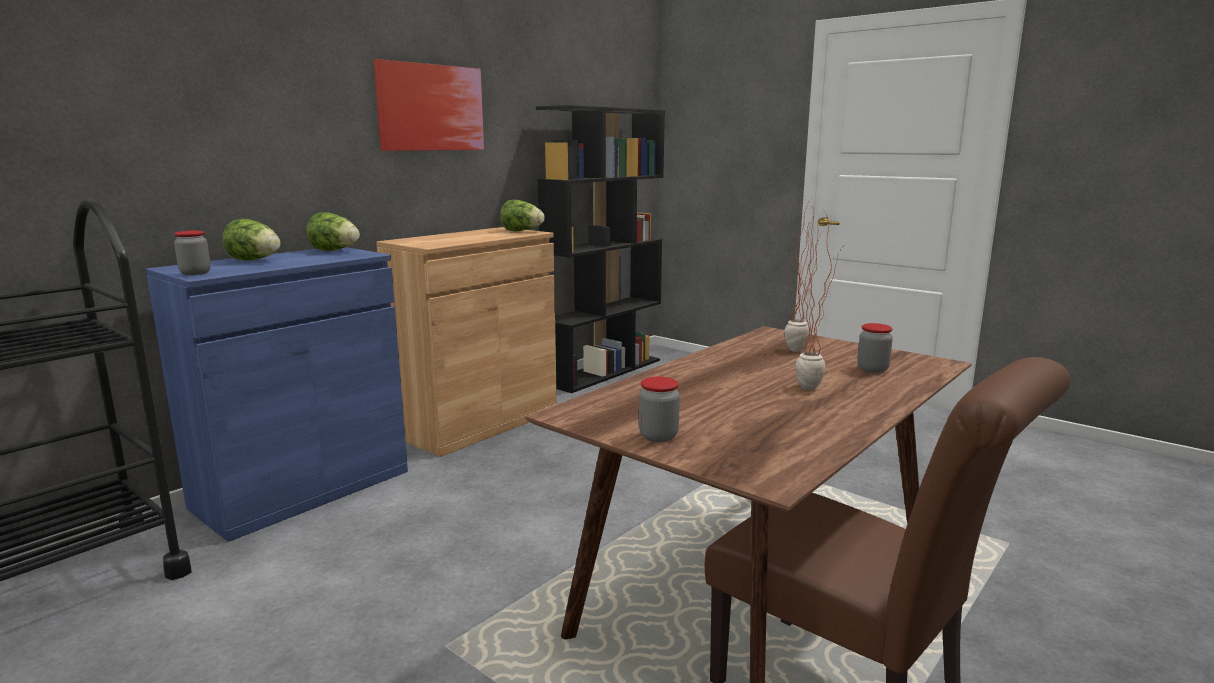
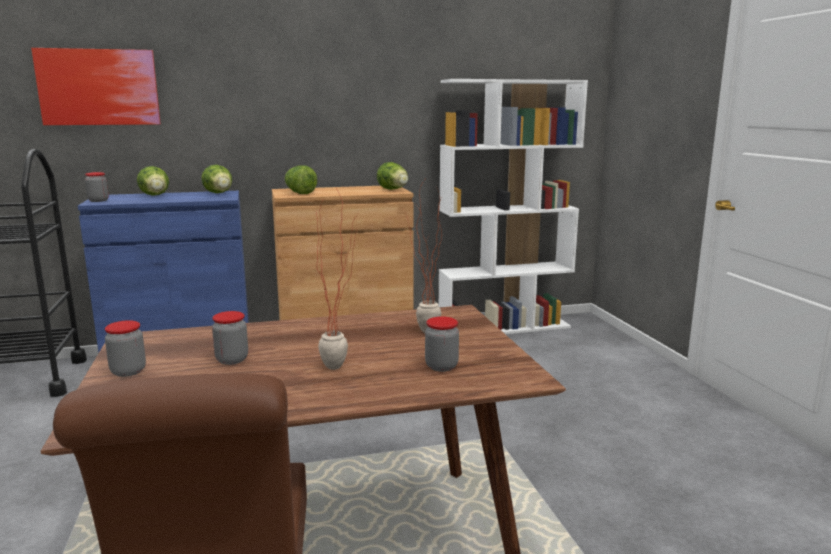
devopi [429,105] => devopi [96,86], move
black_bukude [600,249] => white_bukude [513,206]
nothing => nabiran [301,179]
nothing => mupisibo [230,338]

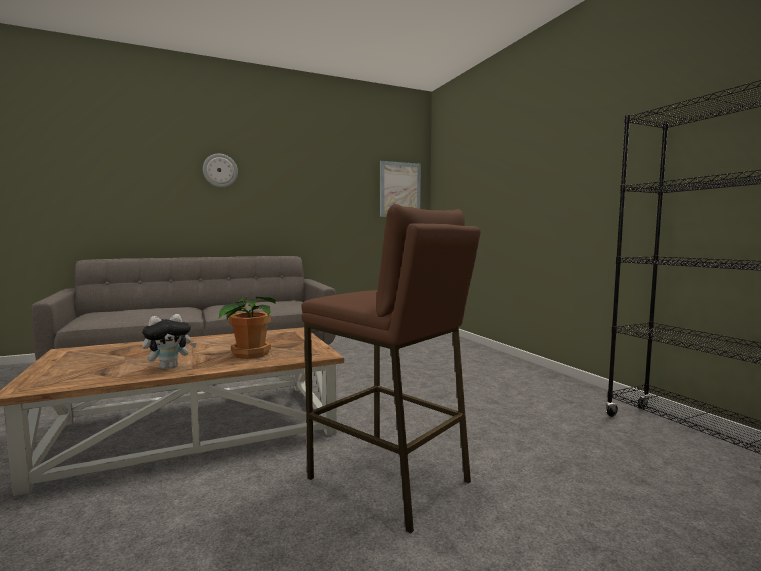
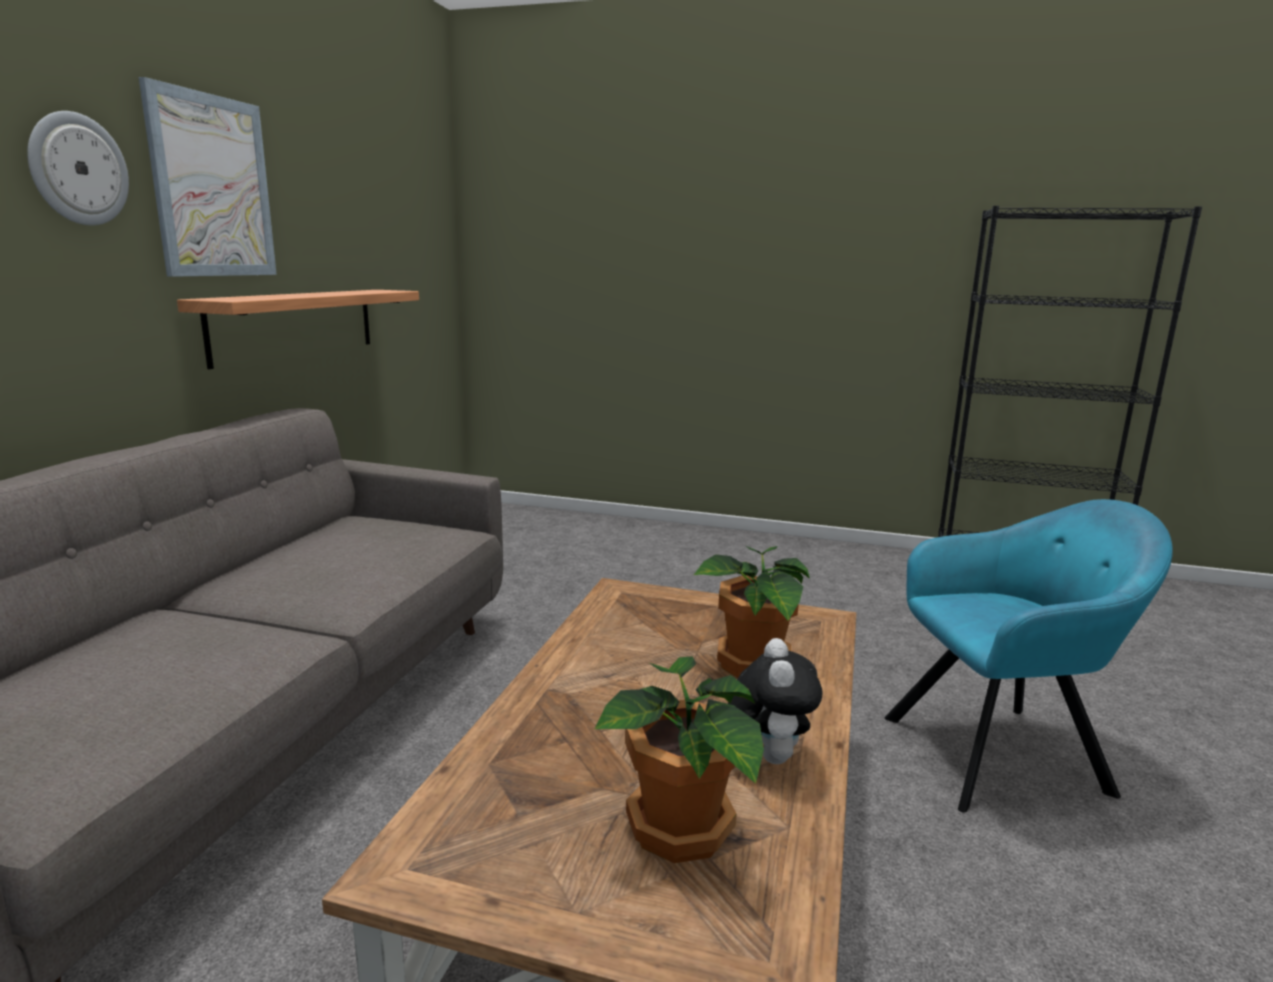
devopi [400,189] => devopi [207,177], move
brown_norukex [391,369] => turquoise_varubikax [1029,655]
nothing => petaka [298,329]
nothing => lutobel [679,759]

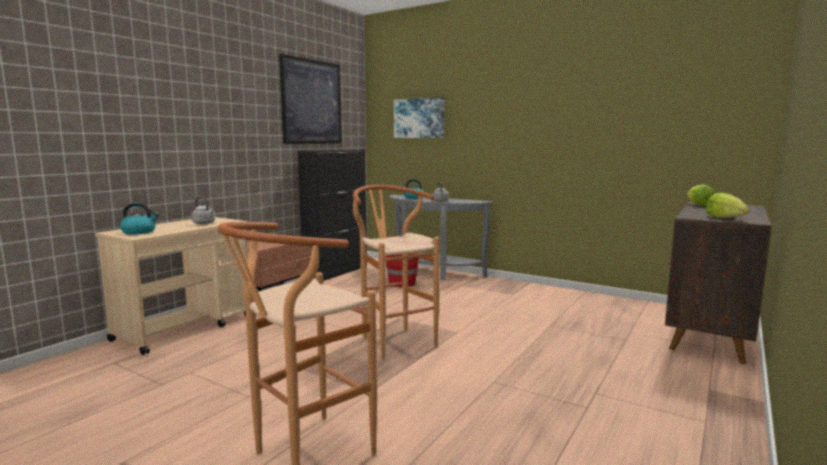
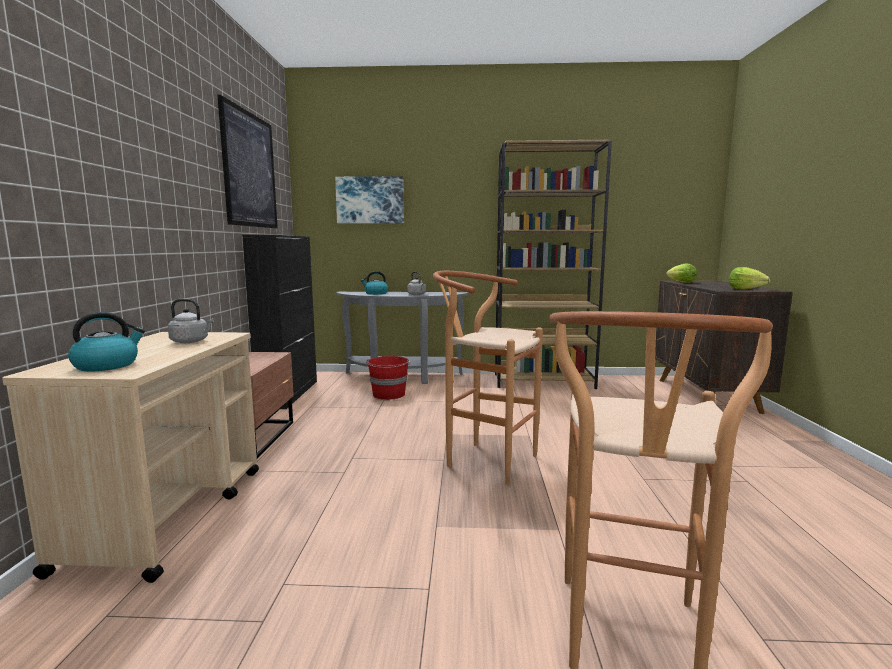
nothing => brown_bukude [553,264]

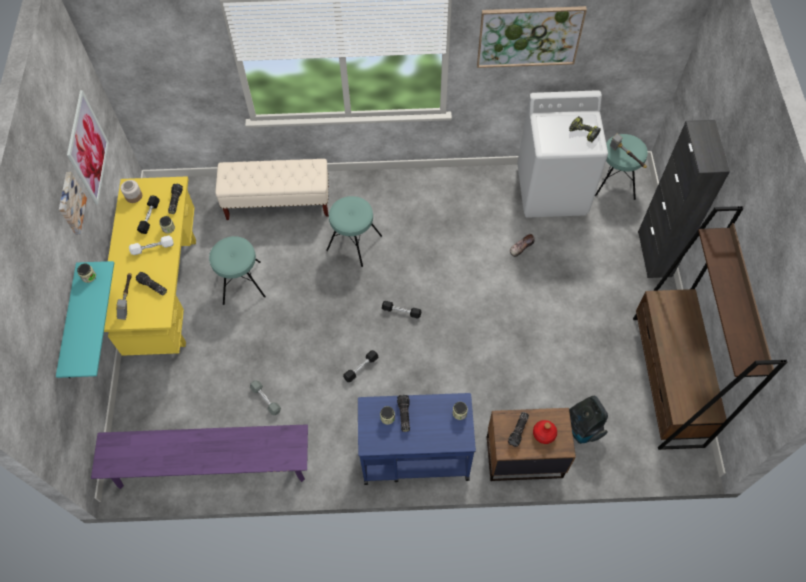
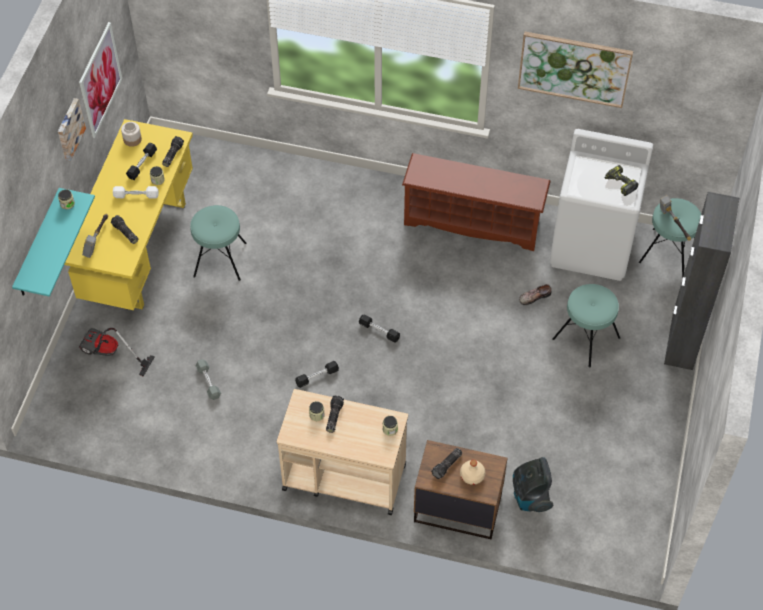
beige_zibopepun [272,189] => nothing
turquoise_norukex [354,231] => turquoise_norukex [586,326], move
brown_bukude [710,328] => nothing
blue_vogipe [417,439] => beige_vogipe [342,452]
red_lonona [545,432] => beige_lonona [472,472]
purple_zibopepun [199,456] => nothing
nothing => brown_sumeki [476,202]
nothing => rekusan [117,352]

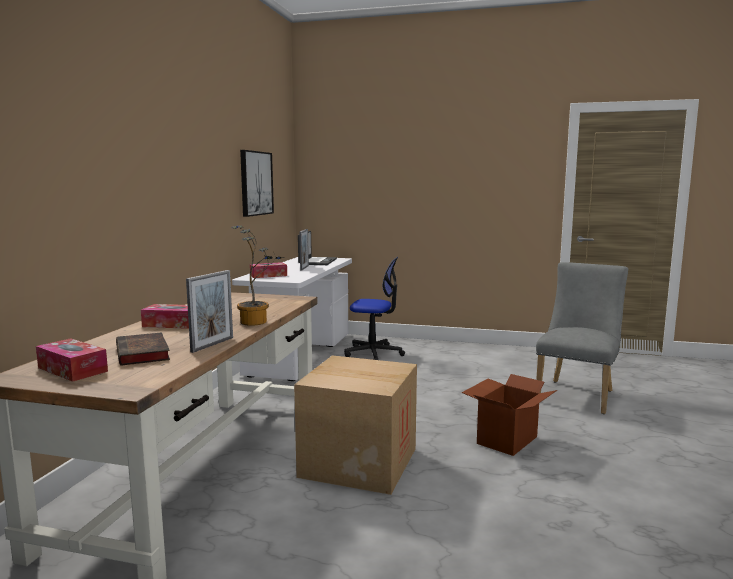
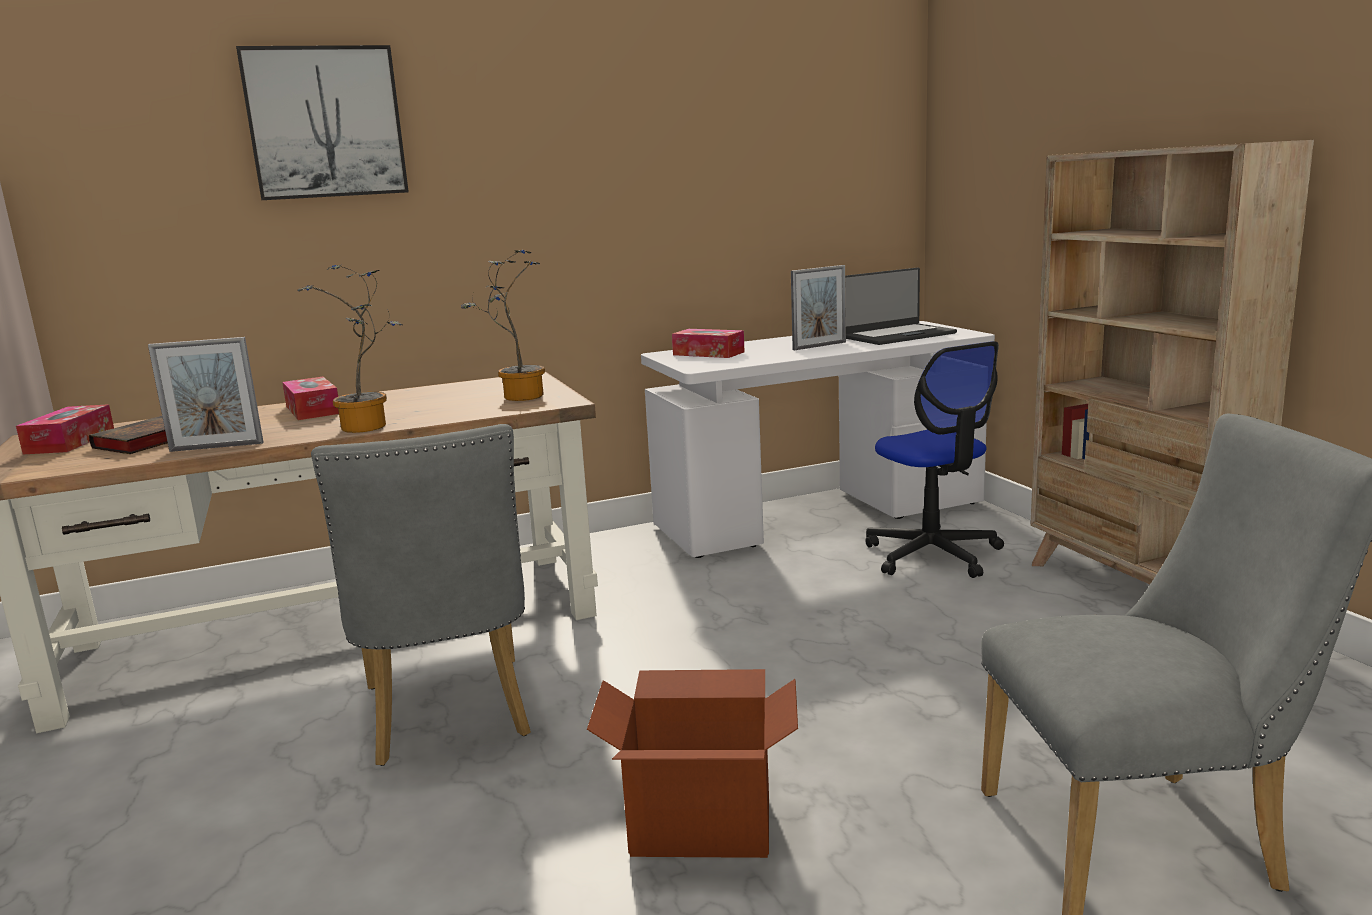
devopi [257,183] => devopi [322,122], move
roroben [355,425] => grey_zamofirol [421,595]
nothing => beige_bukude [1172,362]
nothing => lutobel [503,325]

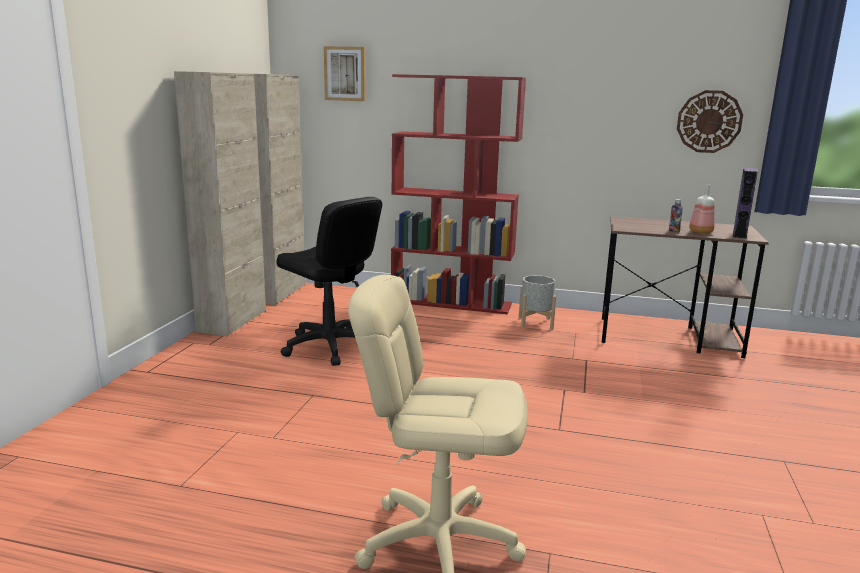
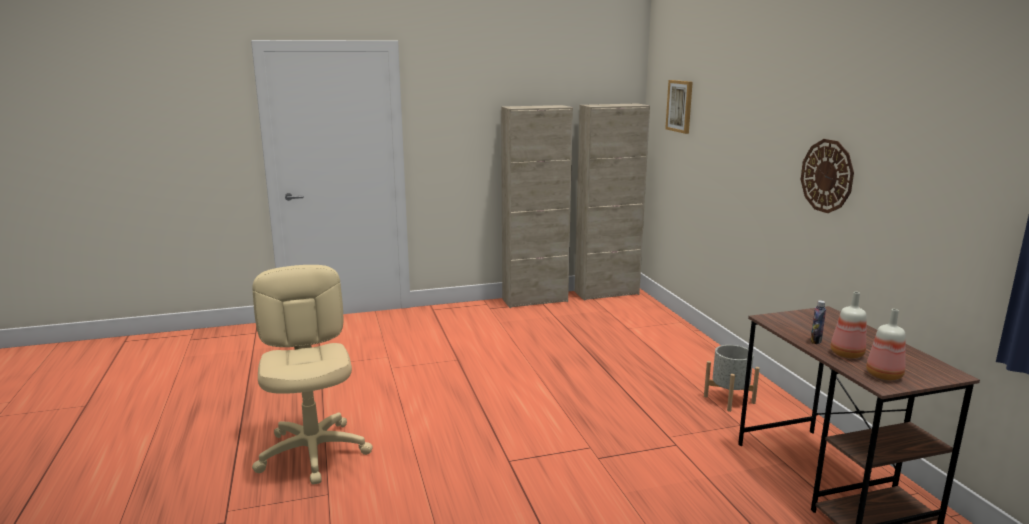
red_bukude [458,194] => nothing
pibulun [710,121] => pibulun [827,176], move
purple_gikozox [745,203] => lonona [886,344]
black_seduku [329,281] => nothing

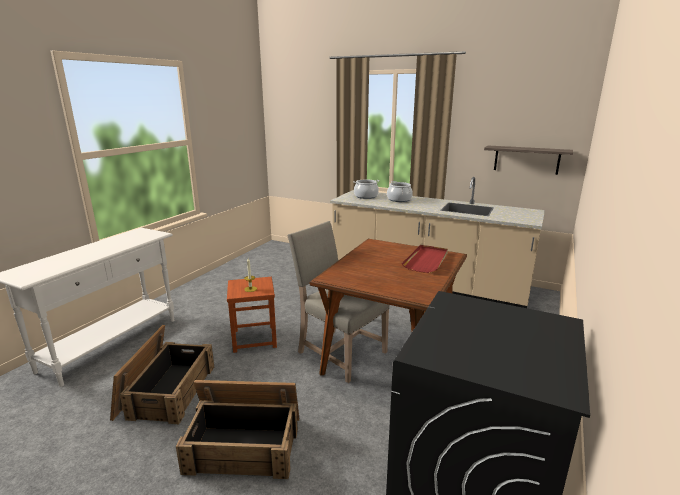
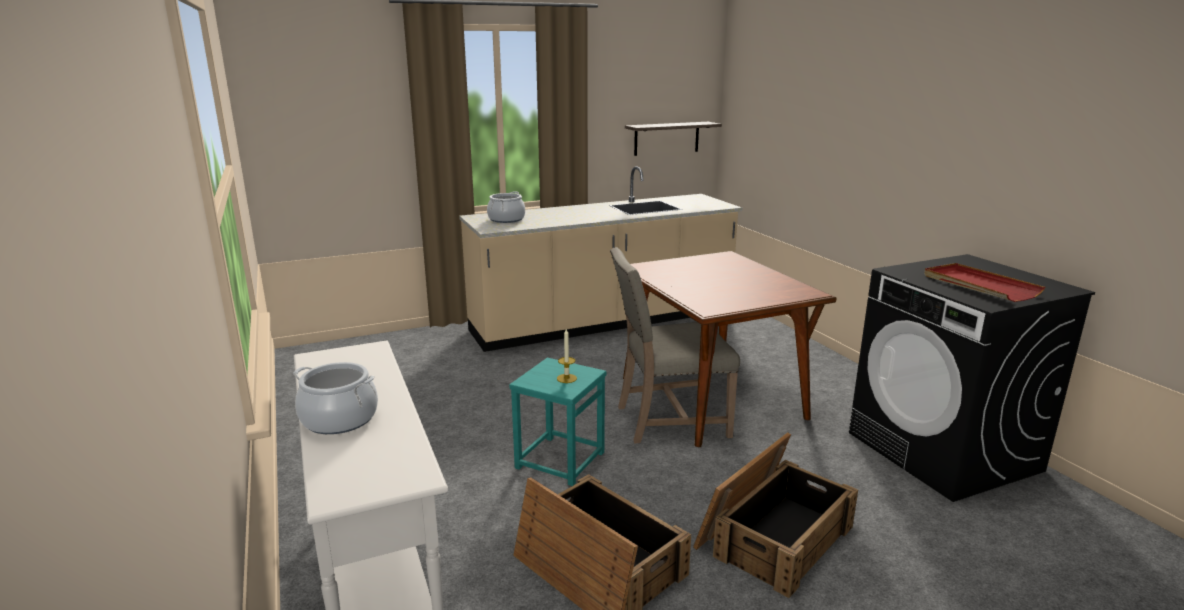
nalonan [400,191] => nalonan [335,398], move
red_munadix [425,259] => red_munadix [984,282], move
brown_norukex [252,315] => turquoise_norukex [557,422]

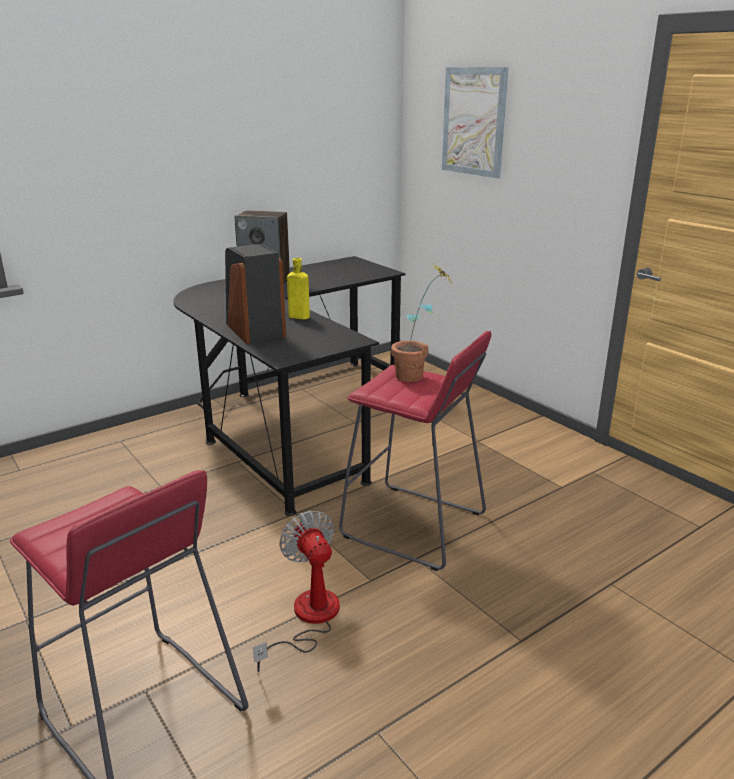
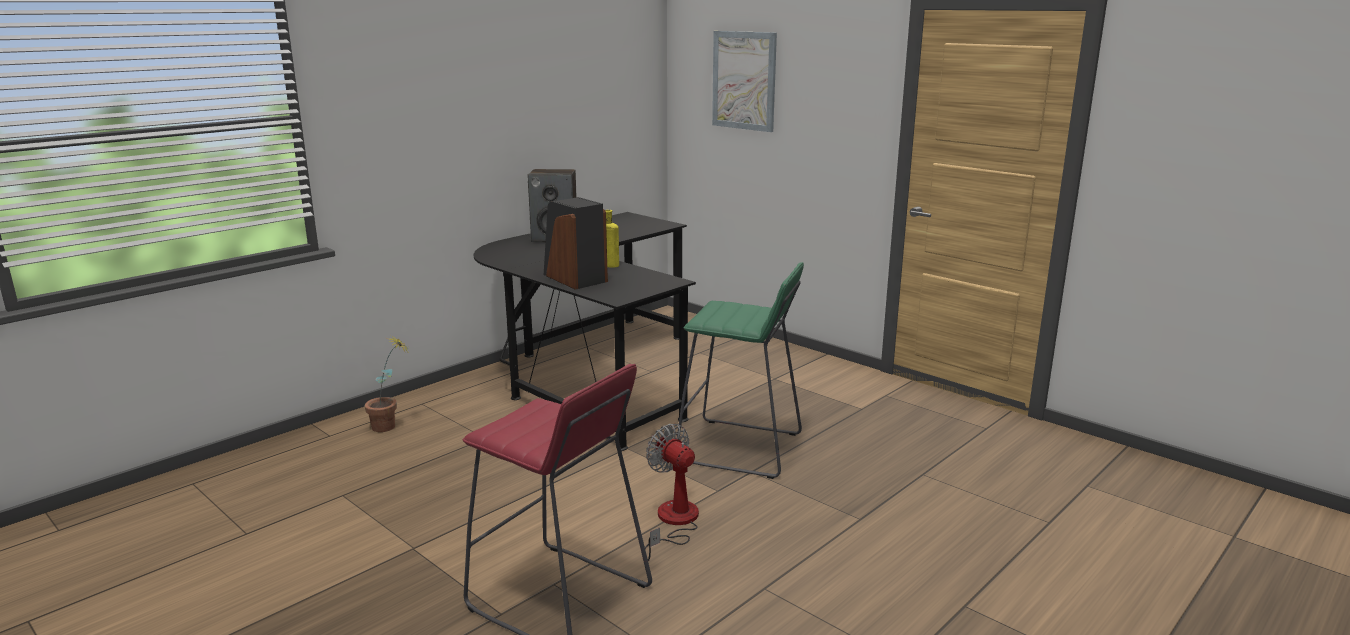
lutobel [422,323] => lutobel [386,384], move
red_norukex [415,451] => green_norukex [740,370]

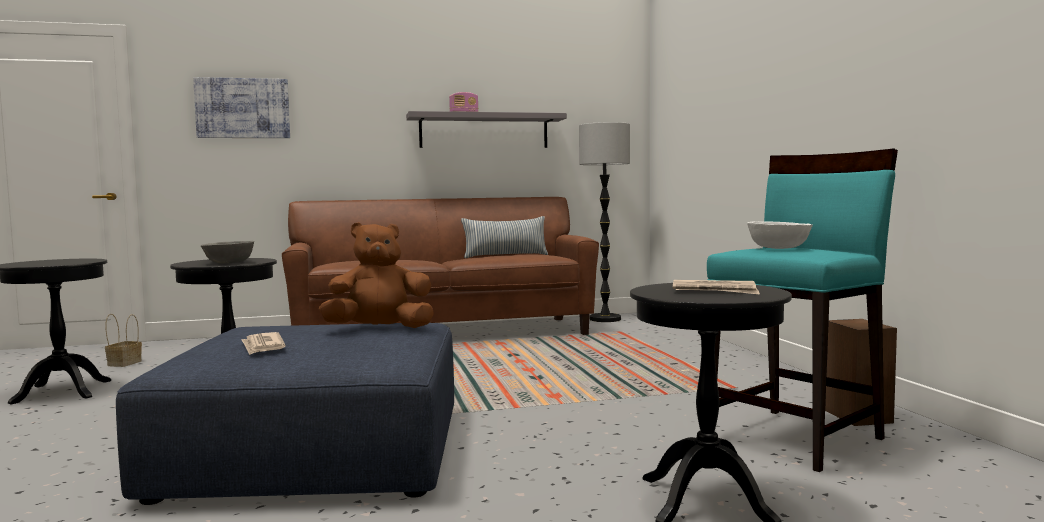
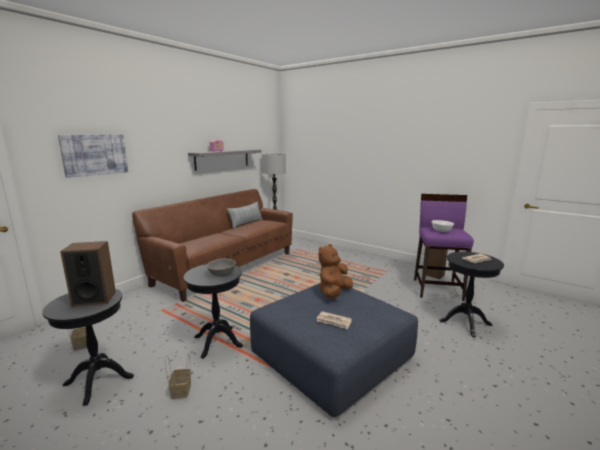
turquoise_norukex [802,310] => purple_norukex [444,247]
nothing => gikozox [88,274]
nothing => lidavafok [178,376]

